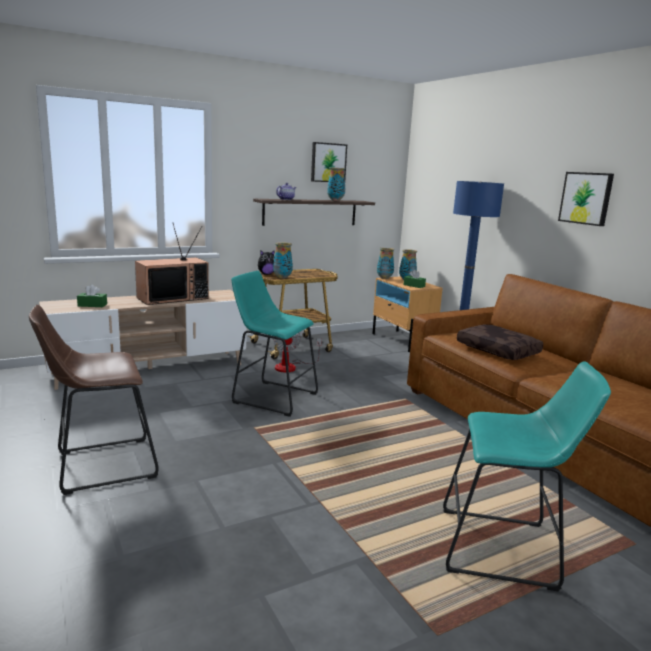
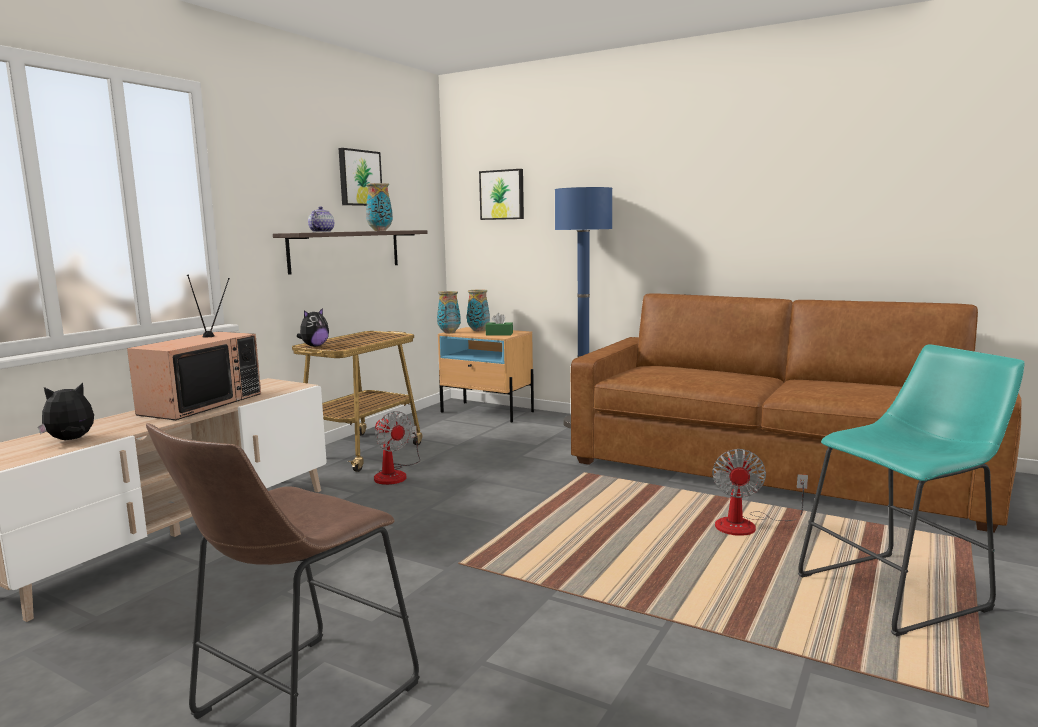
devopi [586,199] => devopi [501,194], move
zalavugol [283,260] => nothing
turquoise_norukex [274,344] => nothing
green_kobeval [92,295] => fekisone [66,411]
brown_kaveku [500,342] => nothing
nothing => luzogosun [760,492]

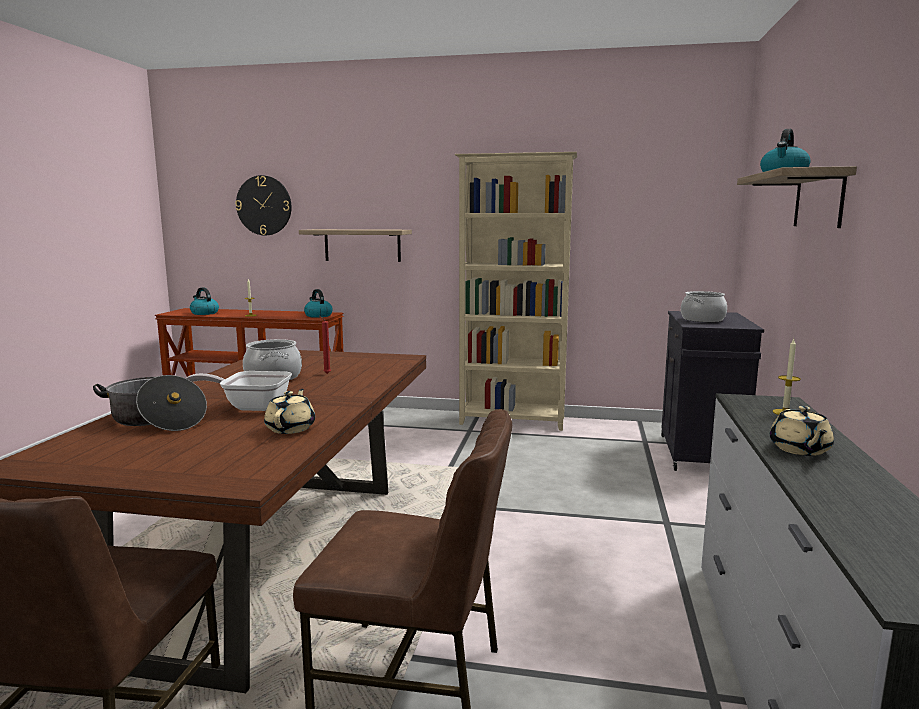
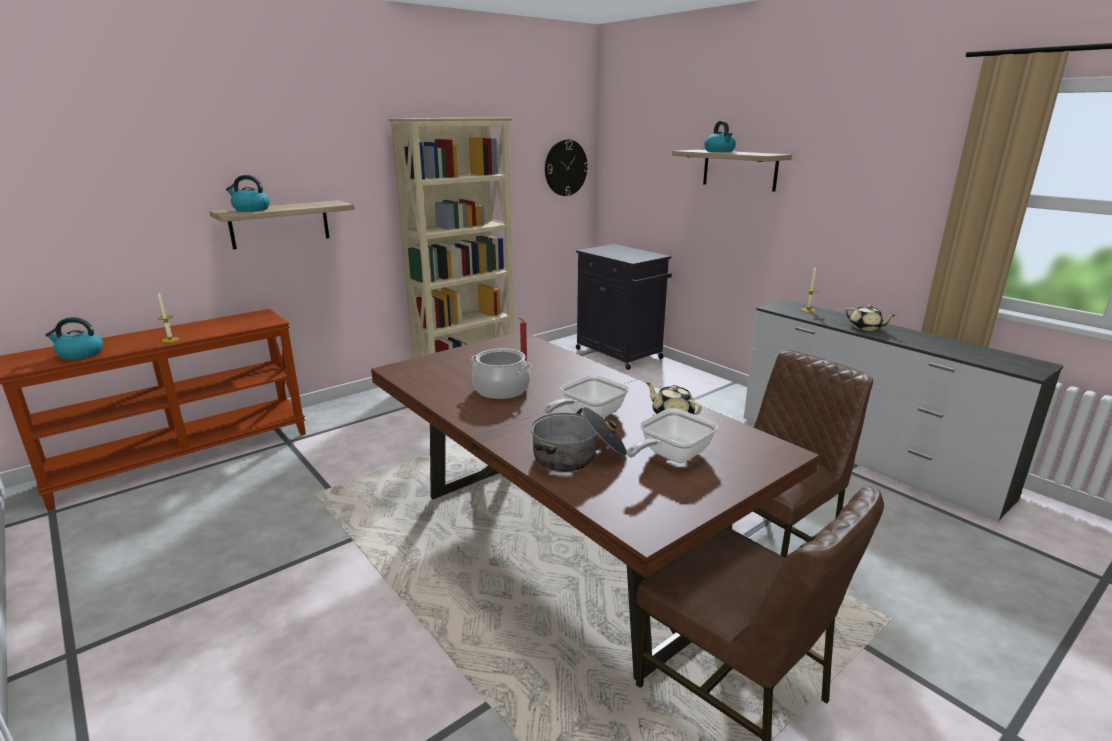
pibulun [263,205] => pibulun [566,167], move
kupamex [318,303] => kupamex [248,193], move
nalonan [704,306] => nothing
nothing => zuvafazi [672,435]

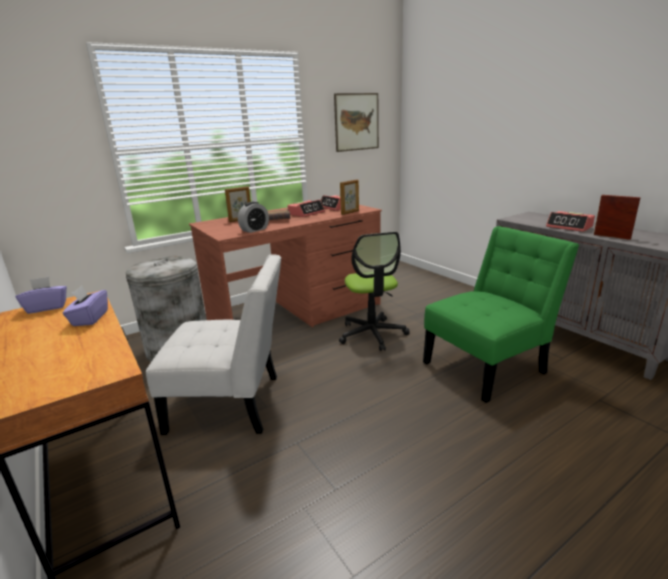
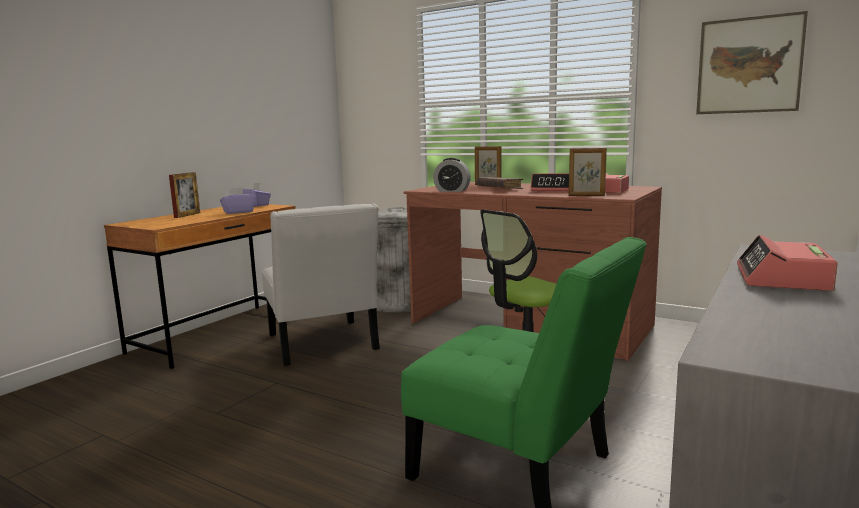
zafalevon [617,217] => zafalevon [184,195], move

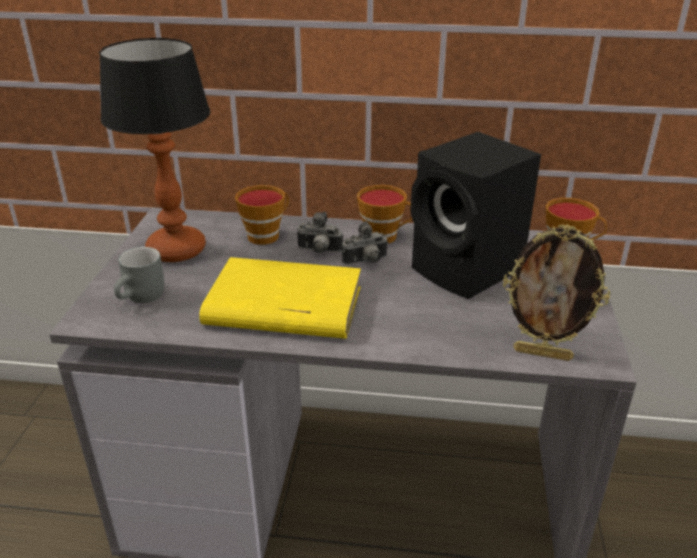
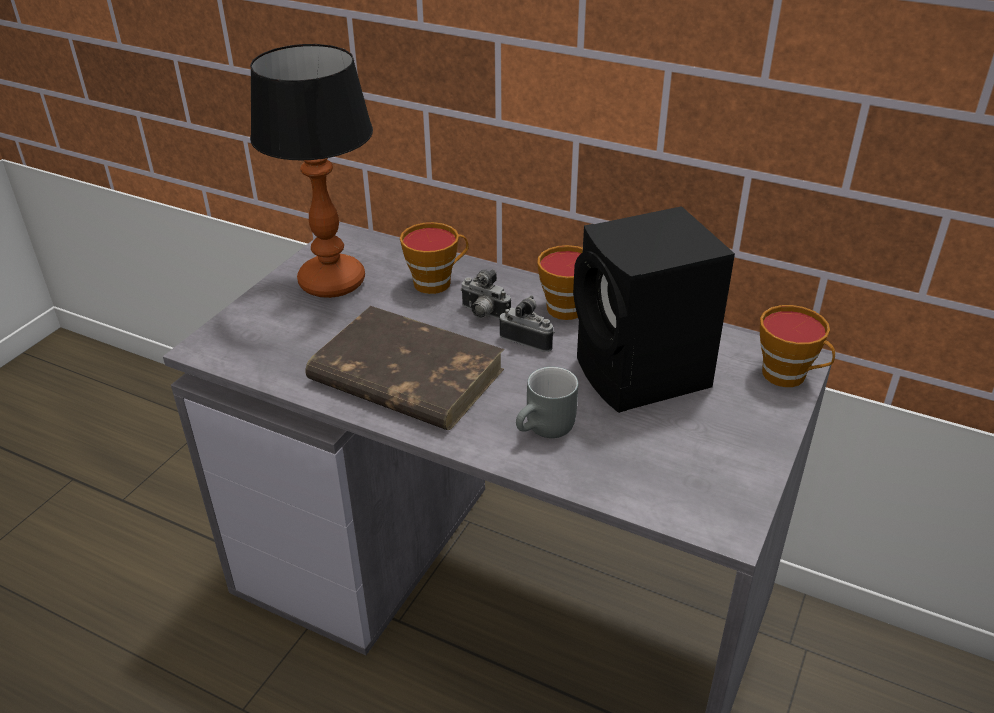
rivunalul [365,243] => rivunalul [527,323], 150 degrees counterclockwise
zafalevon [556,292] => nothing
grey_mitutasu [139,275] => grey_mitutasu [547,402], move
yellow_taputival [280,298] => brown_taputival [405,368]

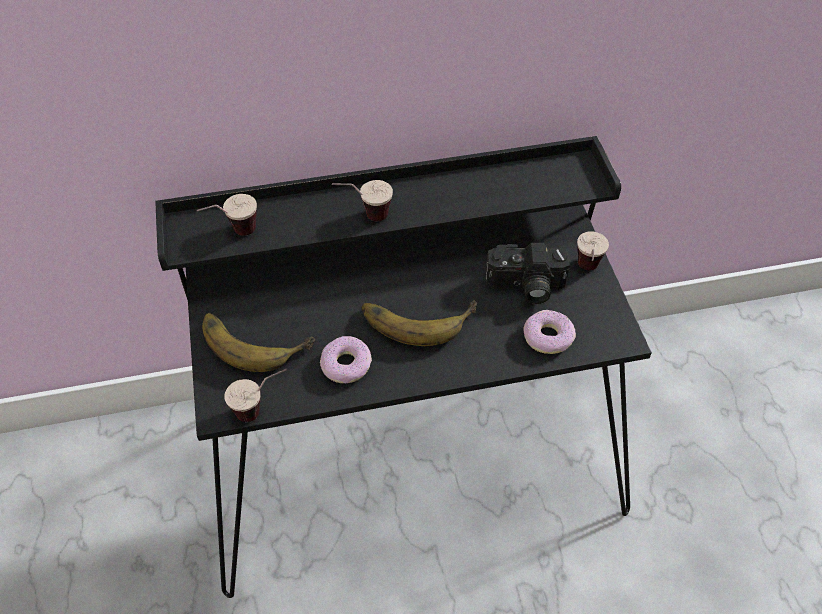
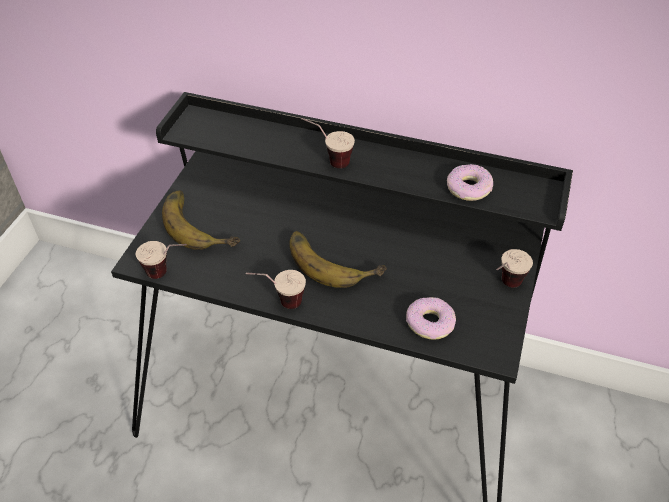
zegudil [227,215] => zegudil [276,289], move
rivunalul [528,273] => nothing
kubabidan [346,359] => kubabidan [470,182], move

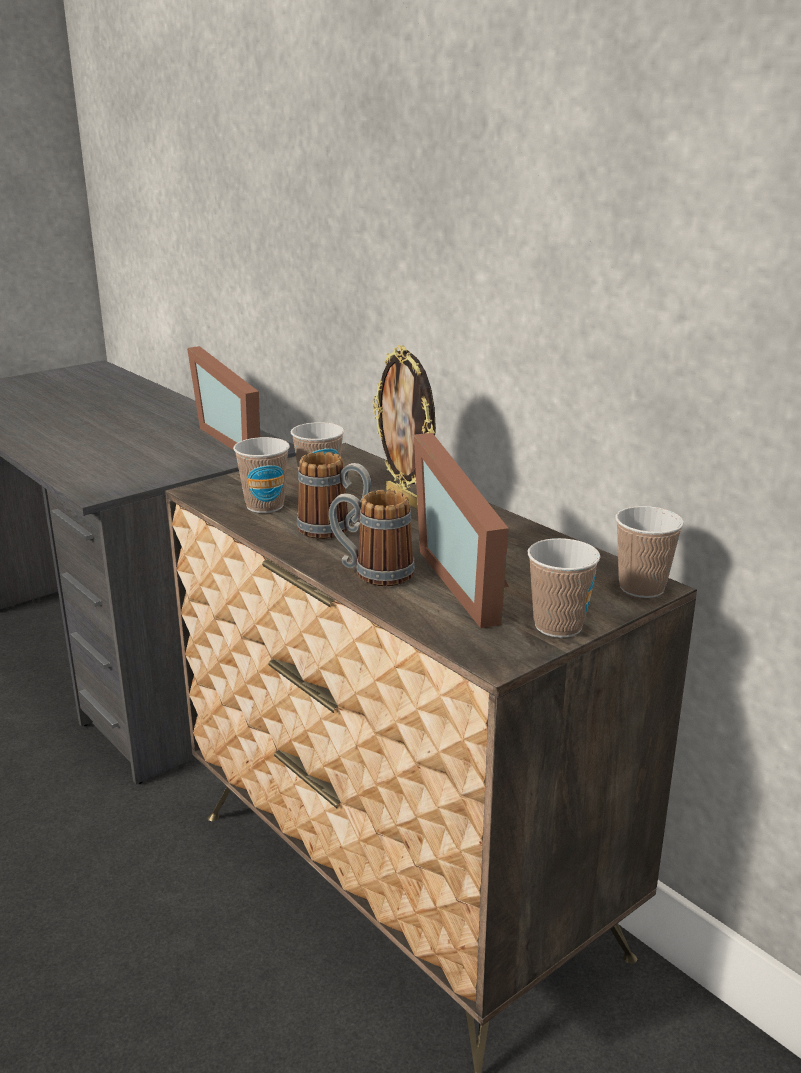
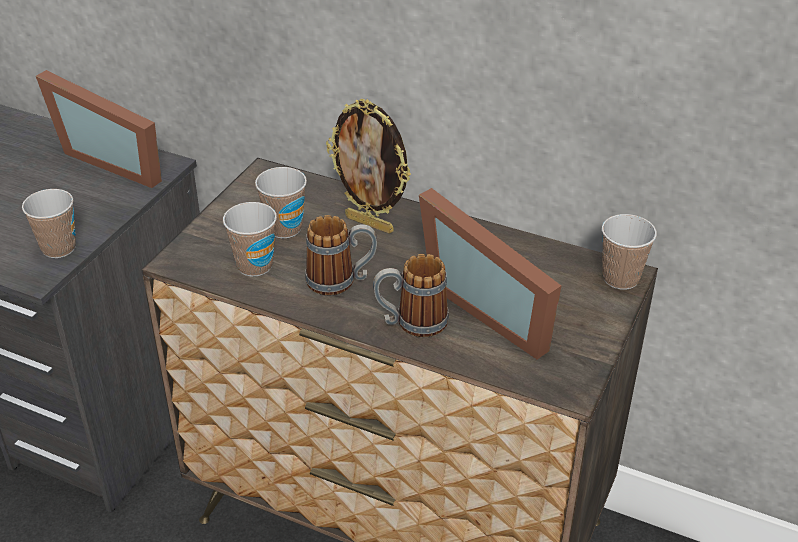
zegudil [563,588] => zegudil [49,223], move

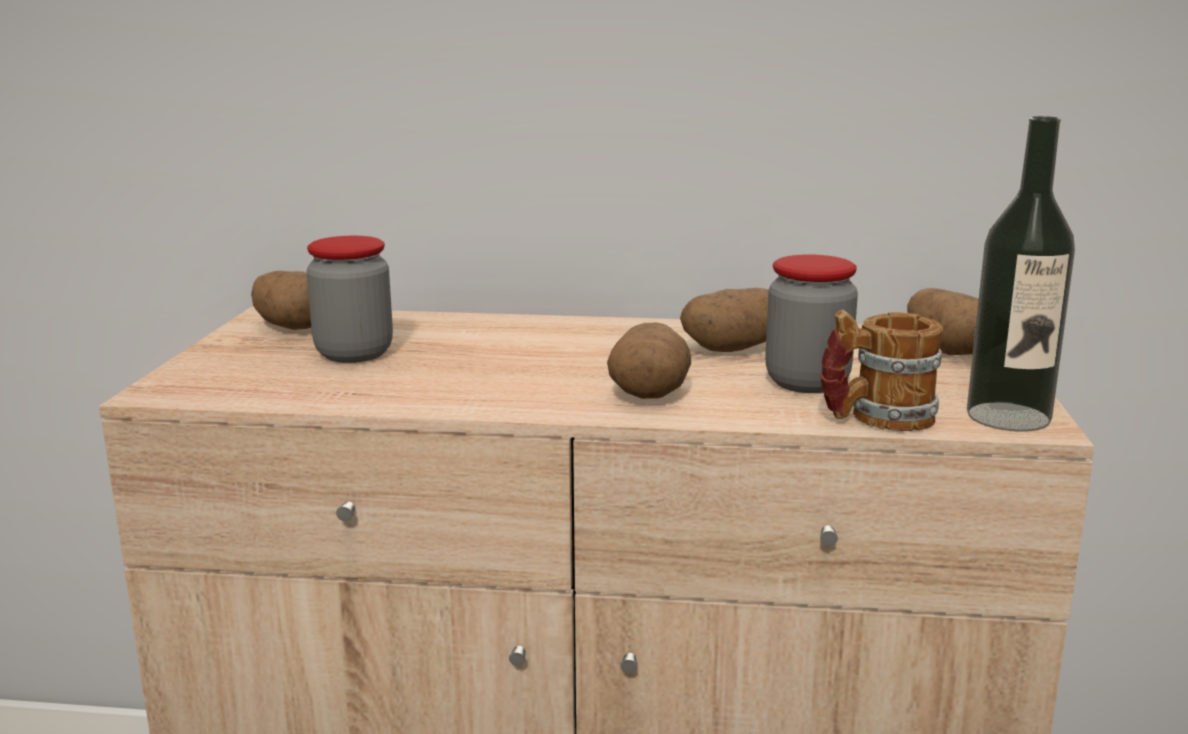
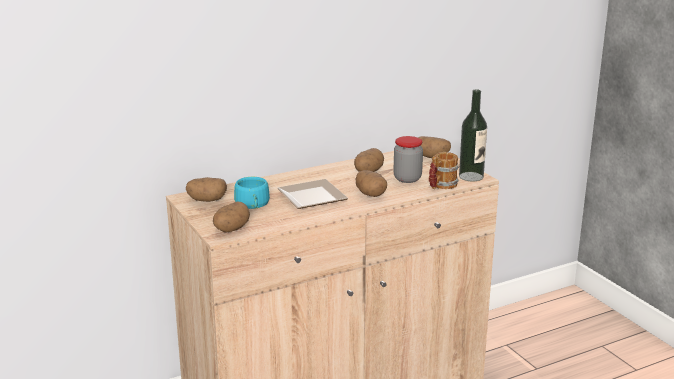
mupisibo [349,299] => turquoise_zegudil [252,193]
nothing => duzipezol [312,194]
nothing => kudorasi [231,217]

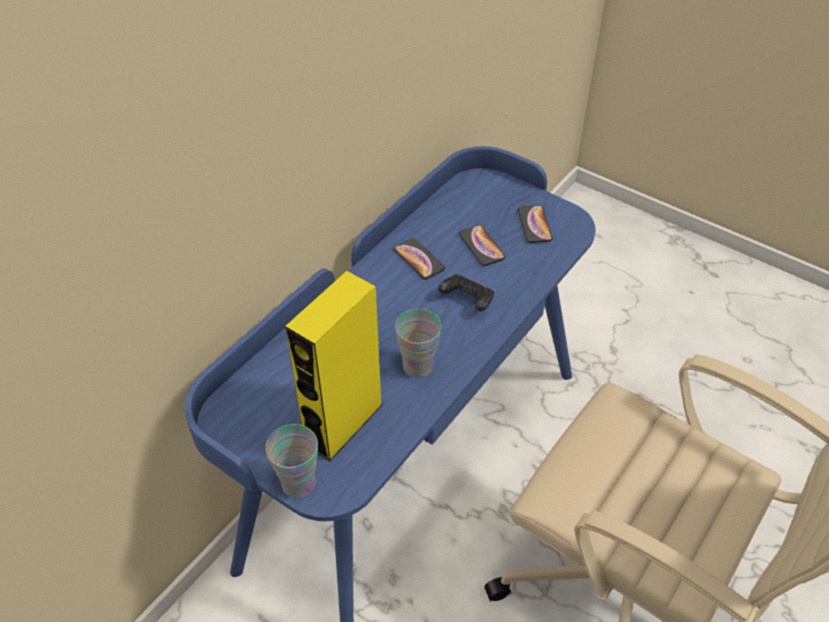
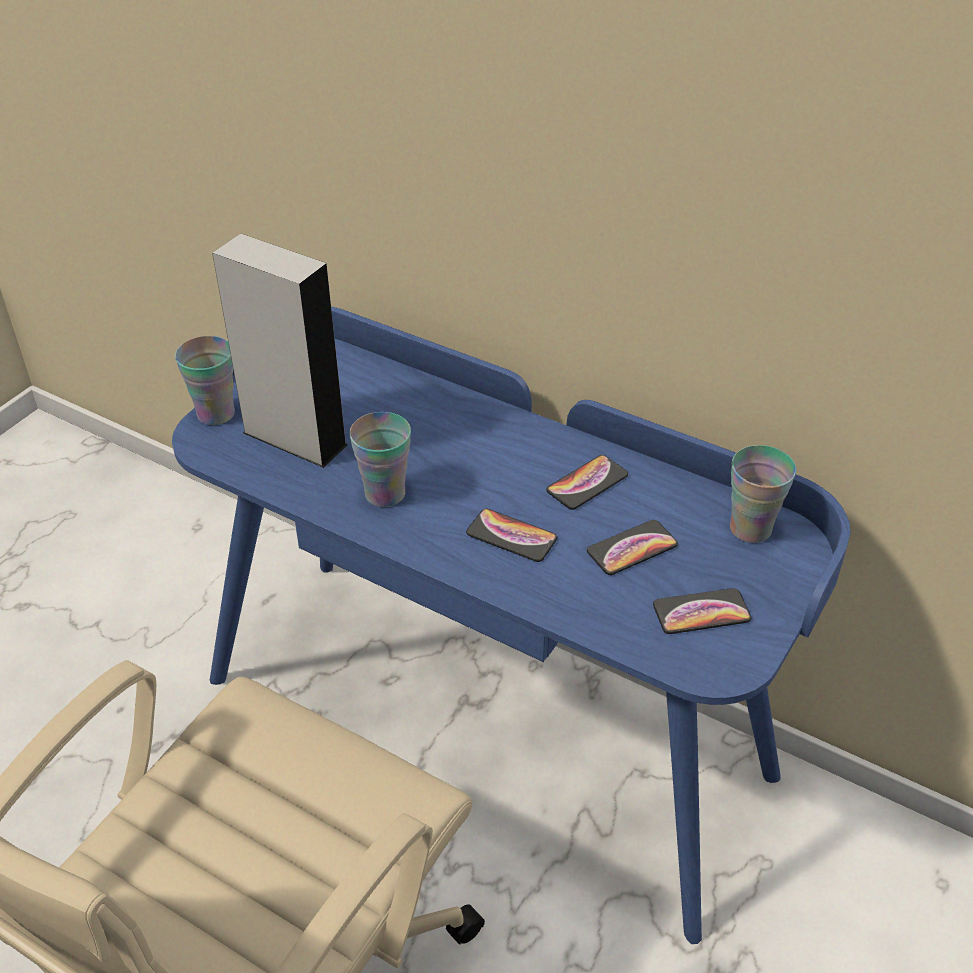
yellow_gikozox [334,366] => grey_gikozox [280,350]
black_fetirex [466,292] => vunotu [511,535]
nothing => zegudil [763,494]

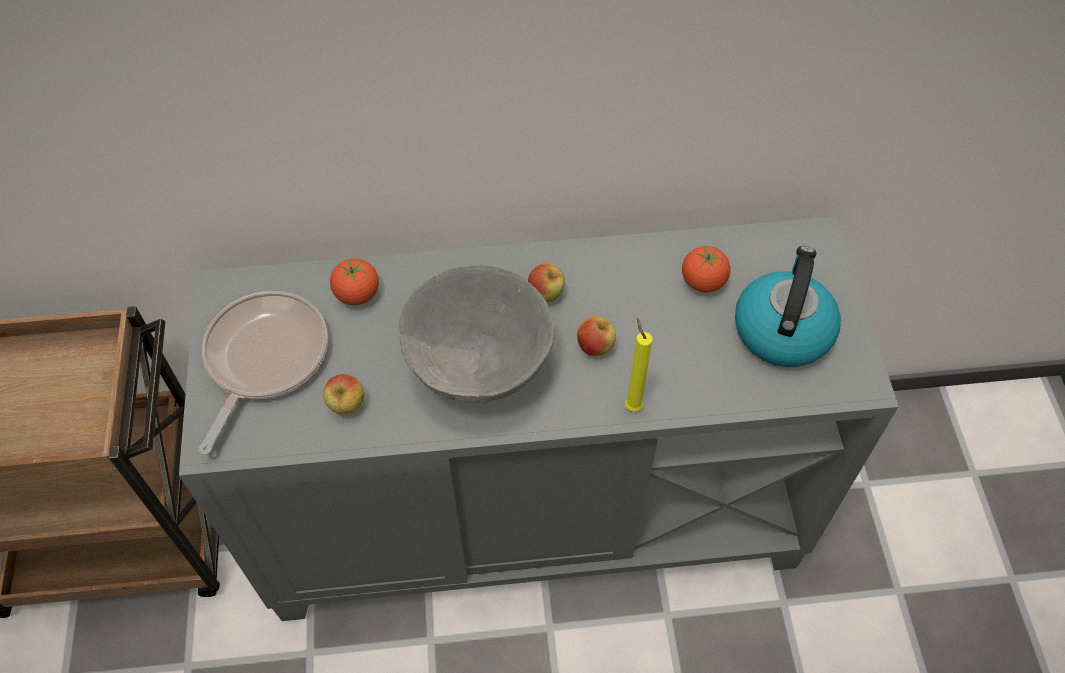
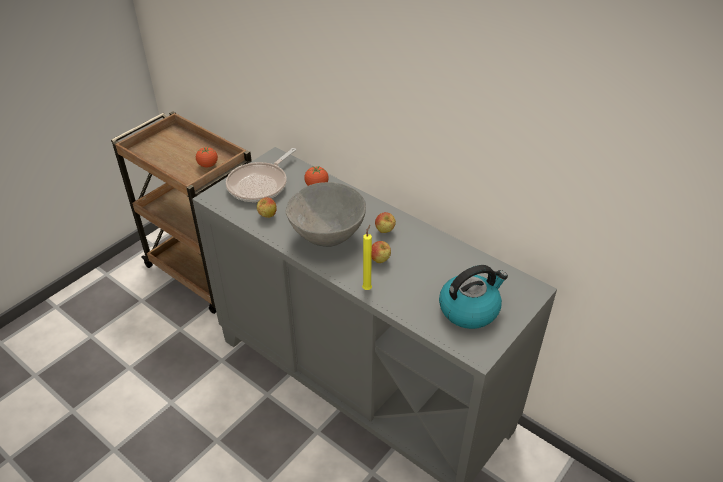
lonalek [706,269] => lonalek [207,157], move
zuvafazi [263,373] => zuvafazi [261,175], 150 degrees clockwise

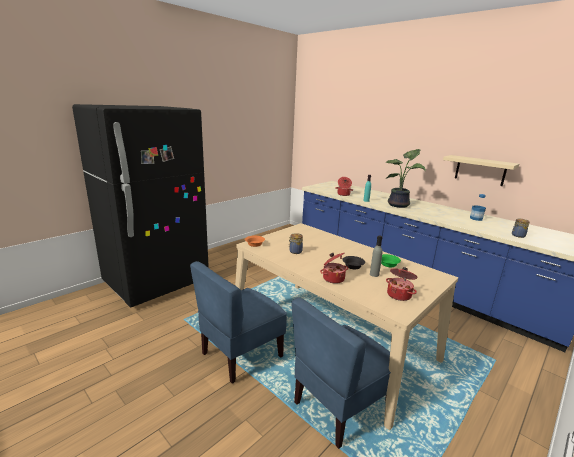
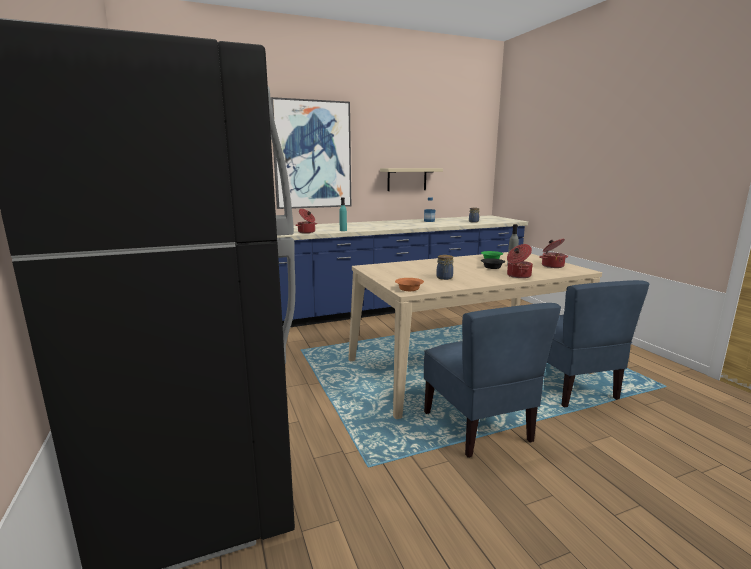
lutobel [405,178] => nothing
nothing => devopi [311,153]

